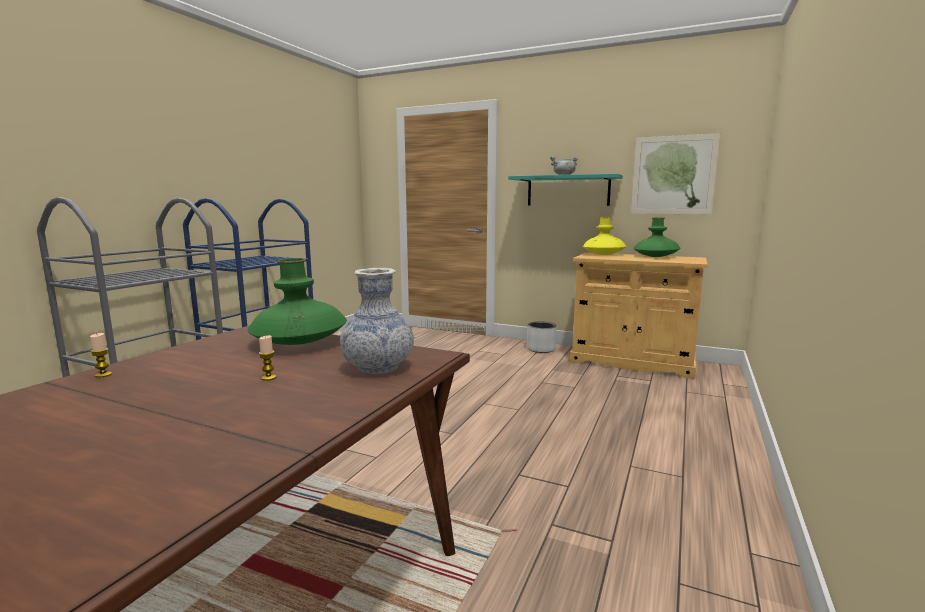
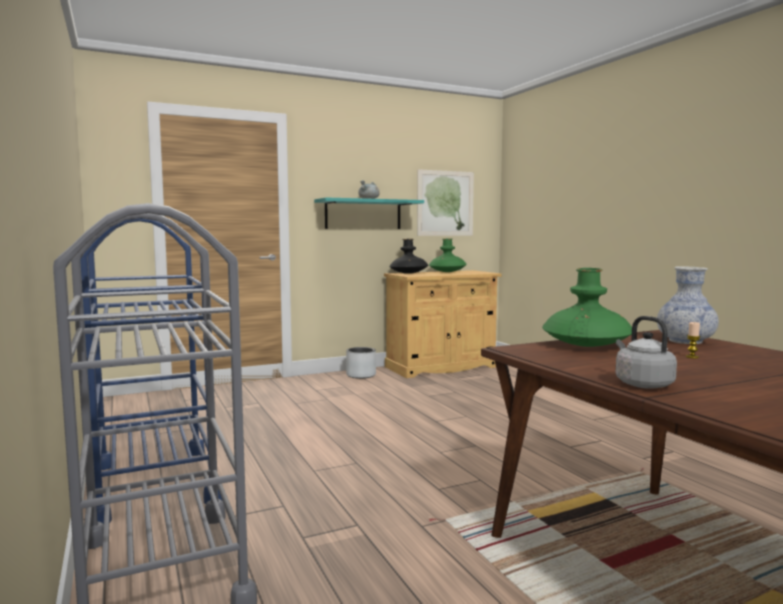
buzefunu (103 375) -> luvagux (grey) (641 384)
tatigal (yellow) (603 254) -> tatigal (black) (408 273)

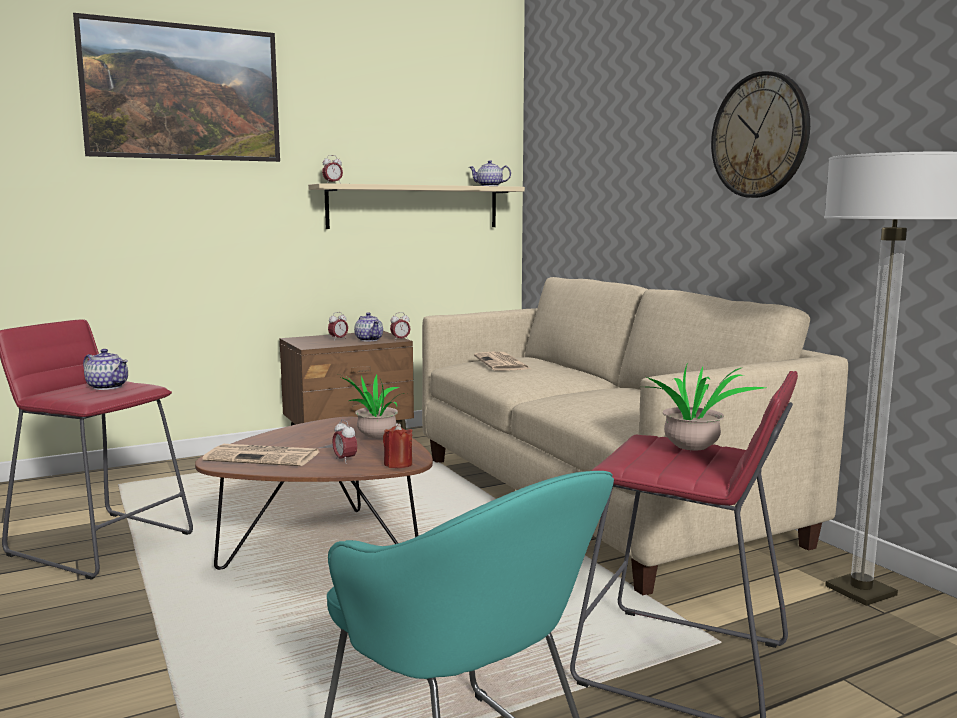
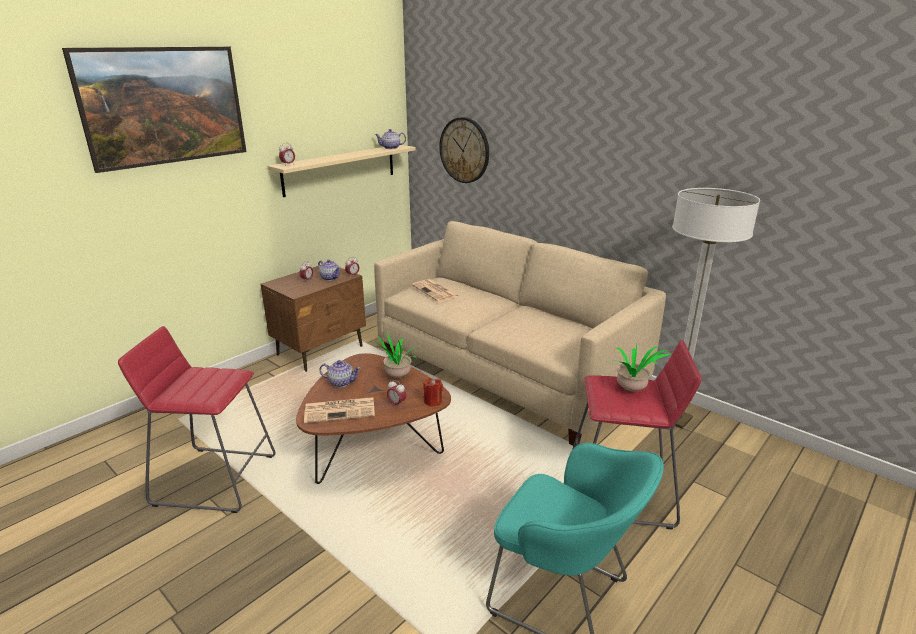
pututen (107 387) -> pututen (341 382), shifted
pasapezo (760 135) -> pasapezo (464 150), shifted

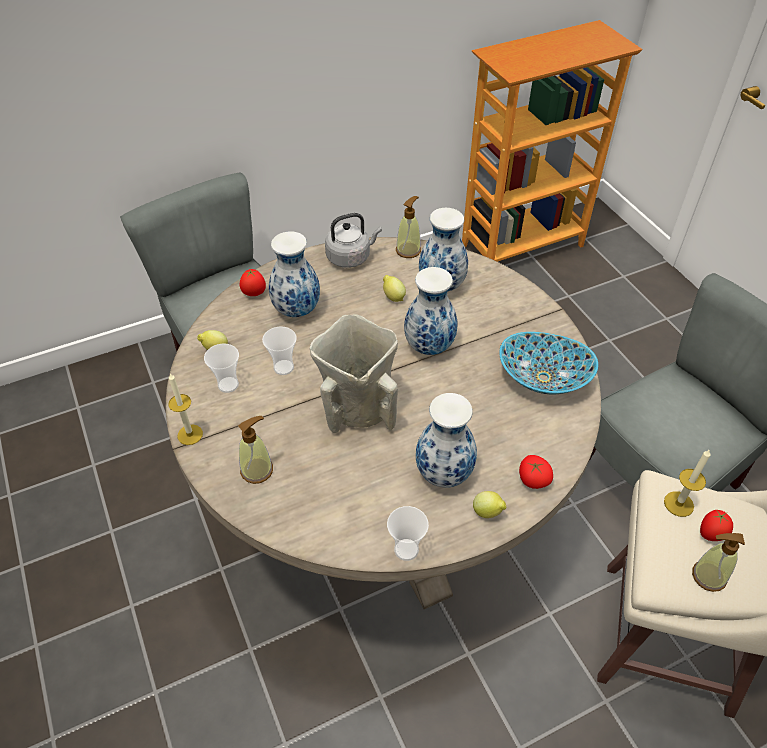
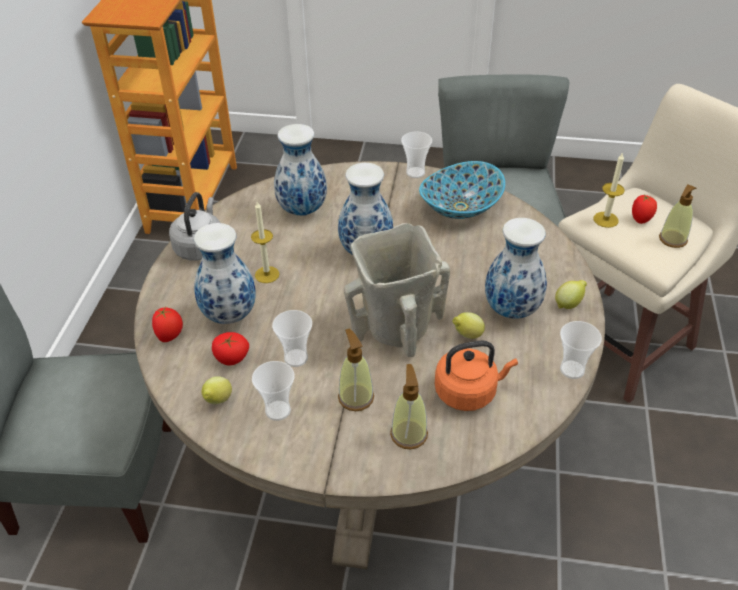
none -> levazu (415 172)
none -> luvagux (orange) (468 392)
buzefunu (190 434) -> buzefunu (267 274), shifted
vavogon (393 297) -> vavogon (467 335), shifted
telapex (408 250) -> telapex (356 397), shifted
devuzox (532 480) -> devuzox (231 358), shifted

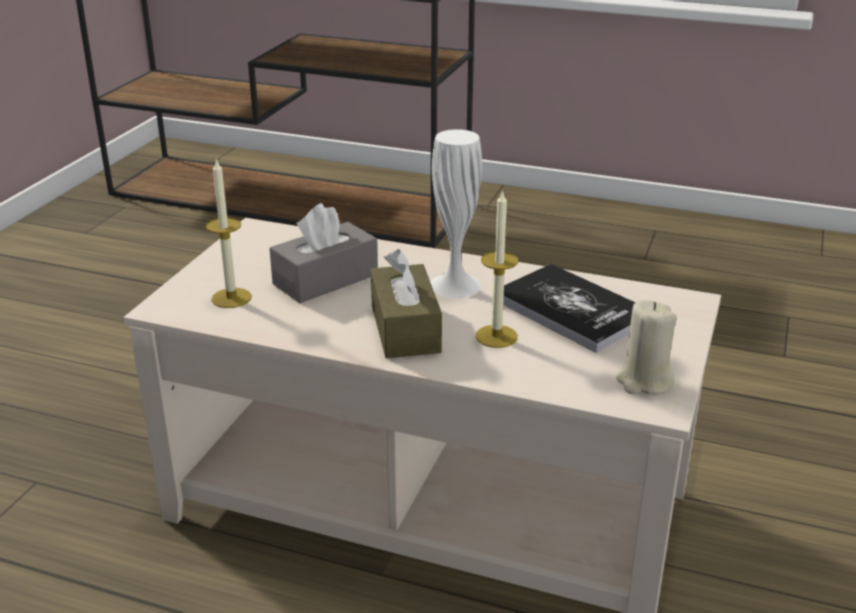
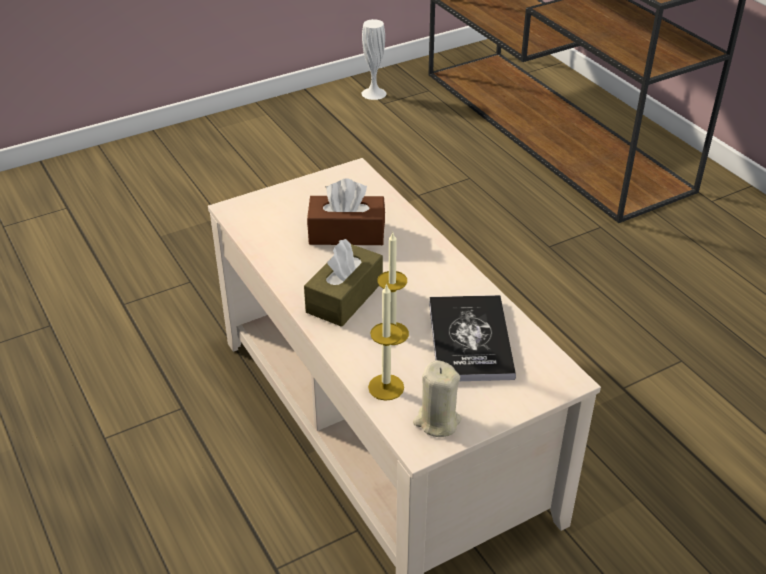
buzefunu (231 298) -> buzefunu (386 387), shifted
tatigal (white) (455 285) -> tatigal (white) (374 93), shifted
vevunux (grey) (325 279) -> vevunux (brown) (346 233)

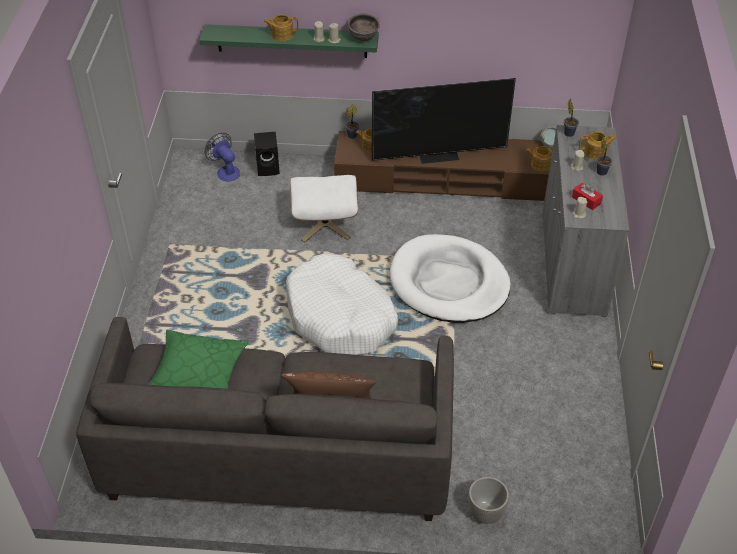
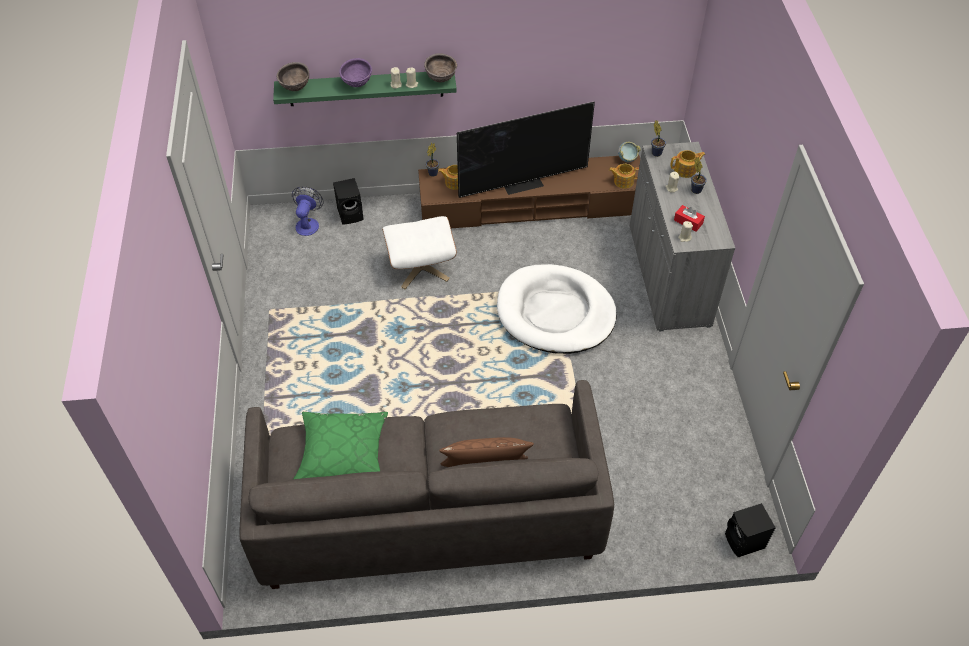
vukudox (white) (340 316) -> none
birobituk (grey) (485 513) -> none
none -> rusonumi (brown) (295 88)
none -> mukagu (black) (745 542)
pututen (282 35) -> rusonumi (purple) (357 84)
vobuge (225 171) -> vobuge (308 223), 60 degrees clockwise

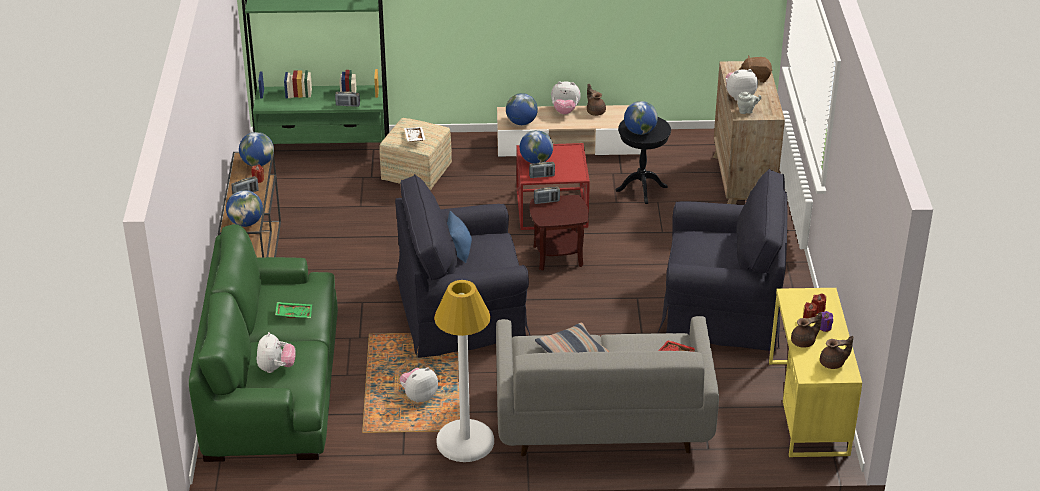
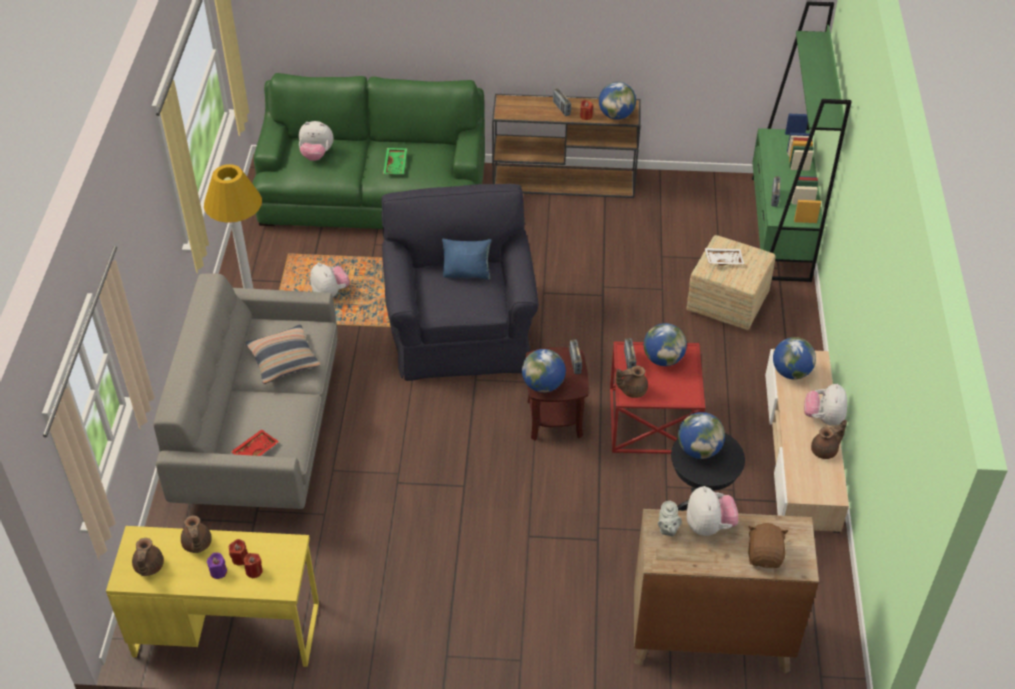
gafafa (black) (721 307) -> none
none -> pututen (brown) (632 390)
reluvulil (246 223) -> reluvulil (543 385), shifted

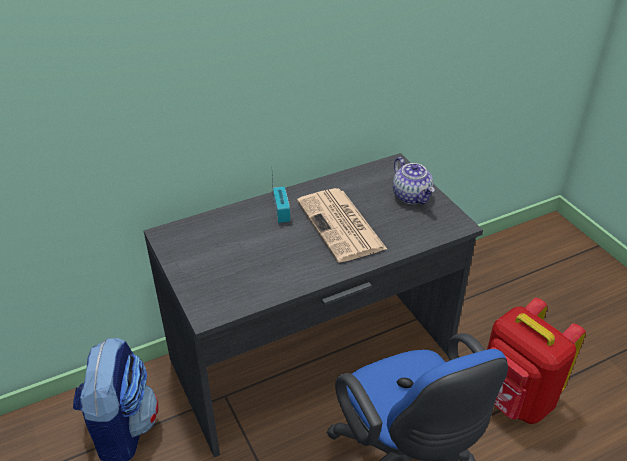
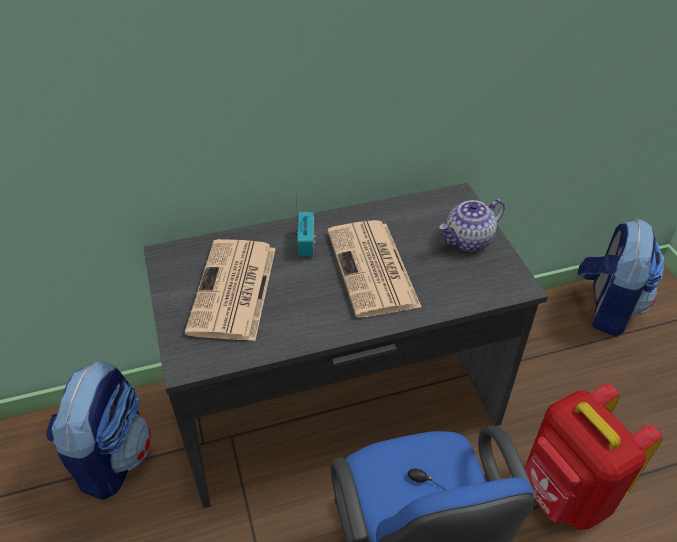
none -> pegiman (234 291)
none -> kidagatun (606 307)
pututen (412 196) -> pututen (468 241), 75 degrees clockwise

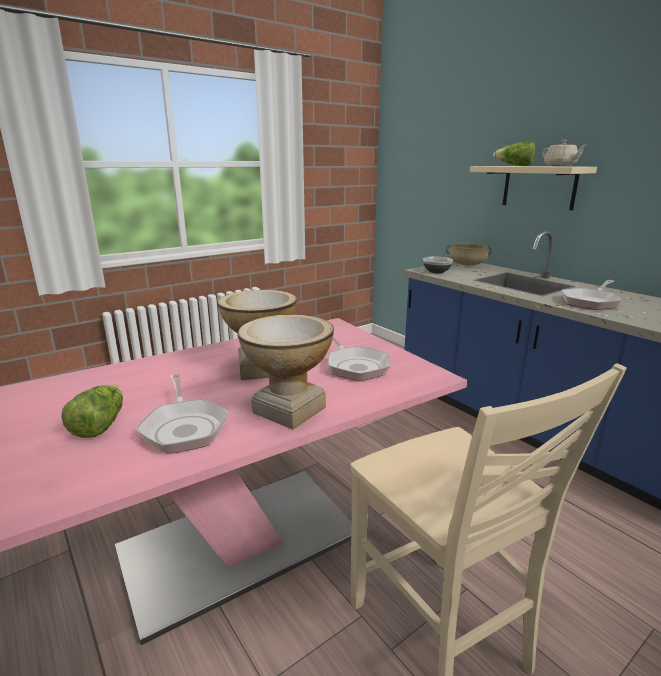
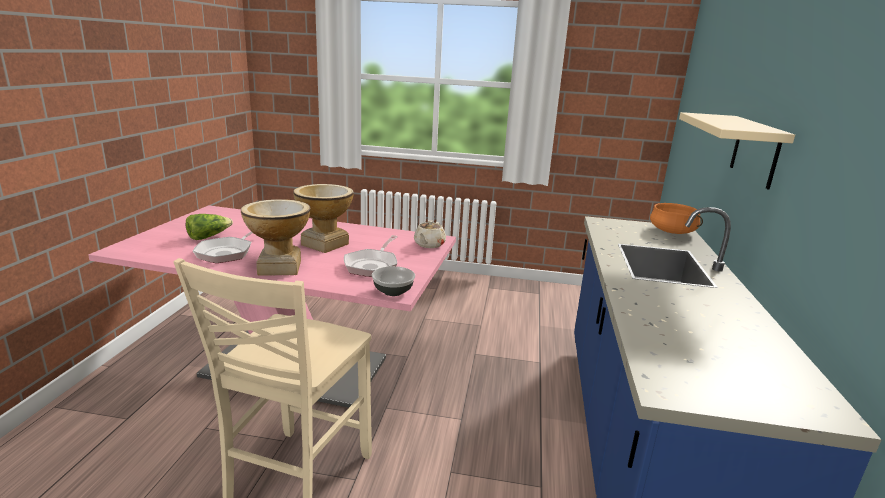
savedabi (514 165) -> none
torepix (590 302) -> none
rusonumi (437 272) -> rusonumi (393 292), shifted
pututen (beige) (560 166) -> pututen (beige) (429 245), shifted
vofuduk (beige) (467 264) -> vofuduk (orange) (672 231)

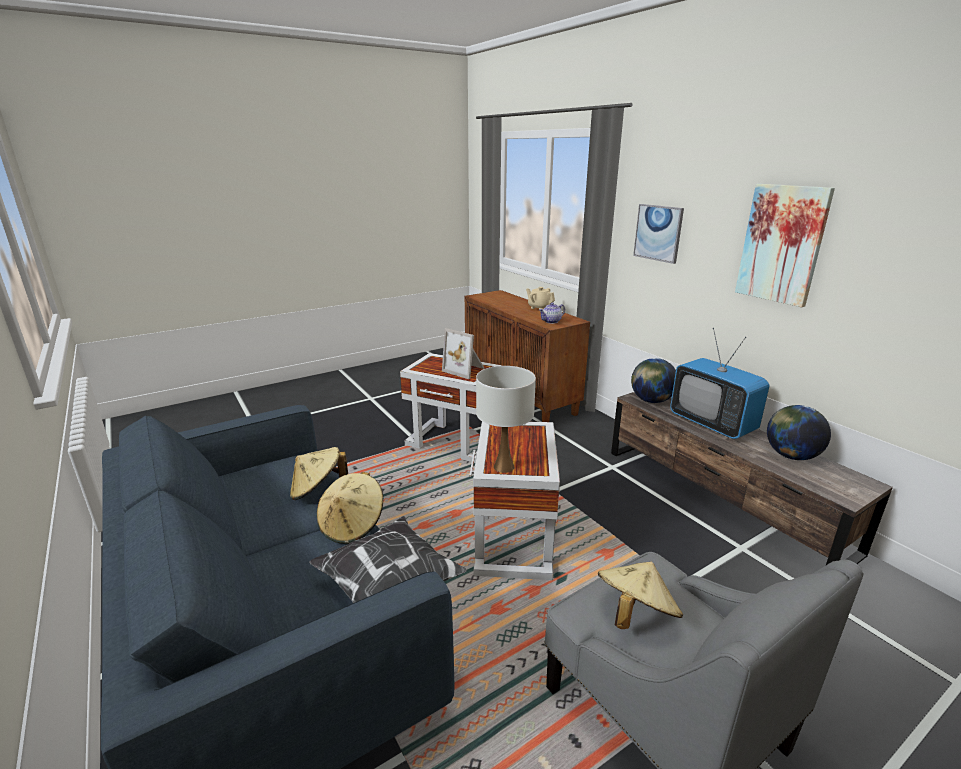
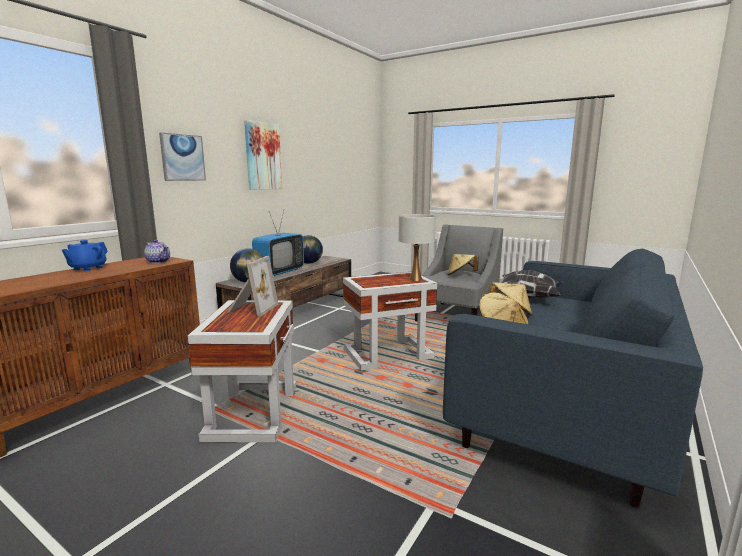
pututen (beige) (539 307) -> pututen (blue) (87 268)

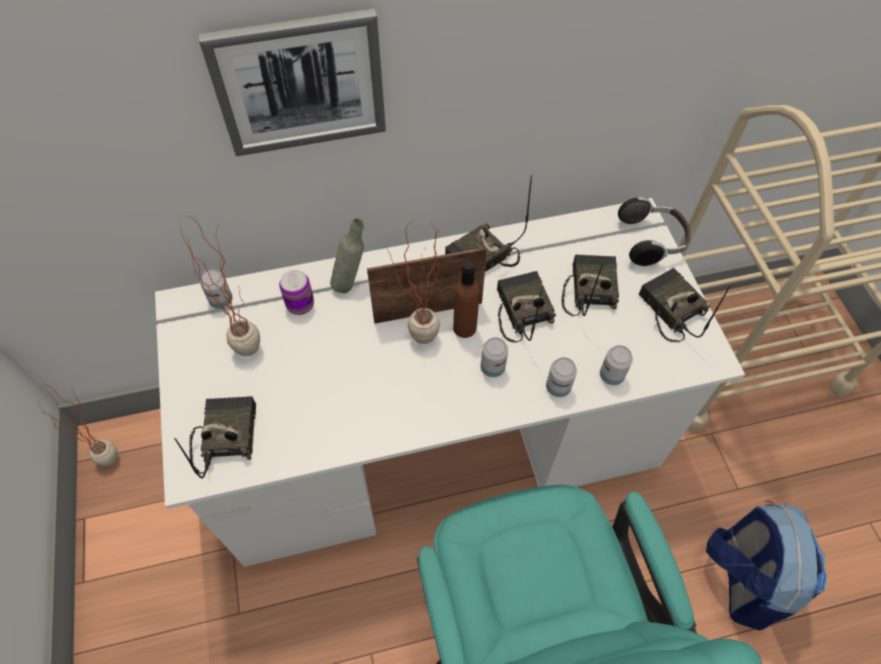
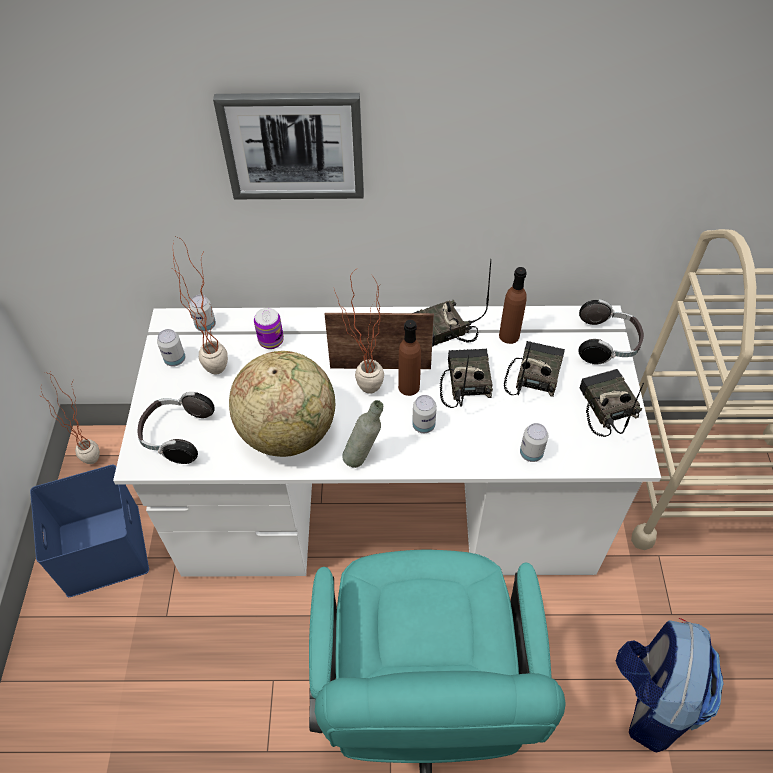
none -> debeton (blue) (101 548)
none -> reluvulil (288 432)
none -> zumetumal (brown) (509 335)
zumetumal (grey) (351 282) -> zumetumal (grey) (363 457), shifted
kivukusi (558 387) -> kivukusi (175 360), shifted
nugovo (225 436) -> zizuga (177 435)

